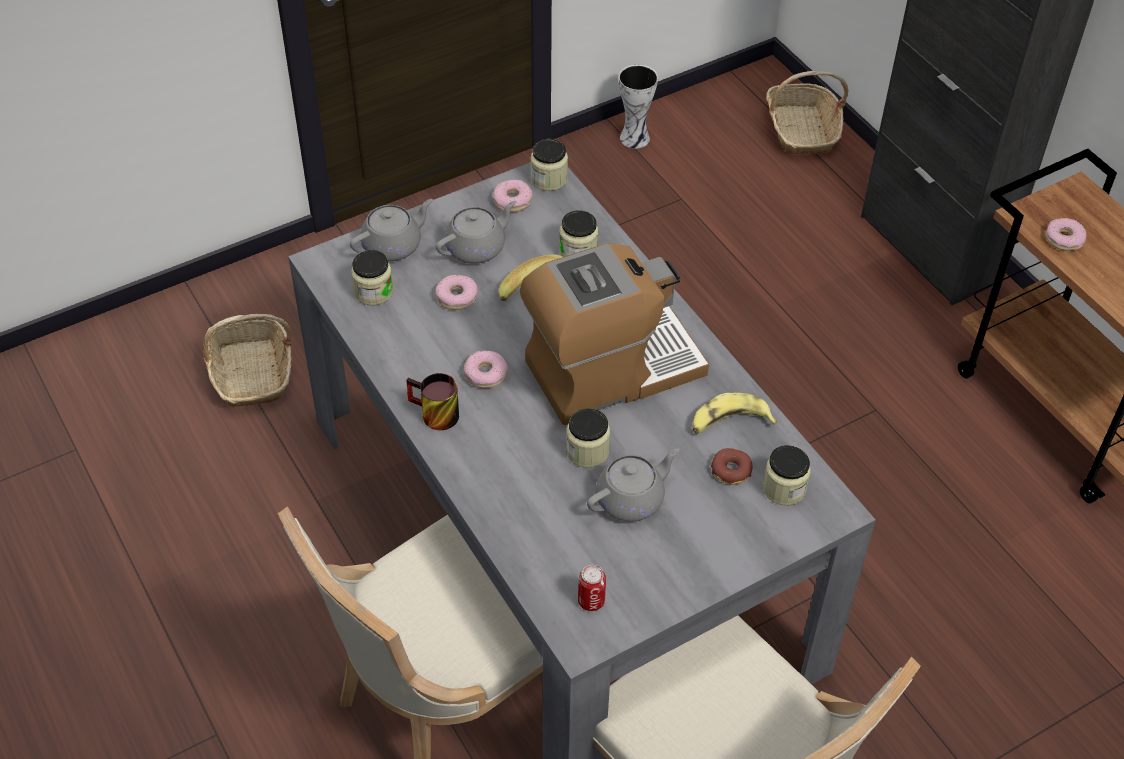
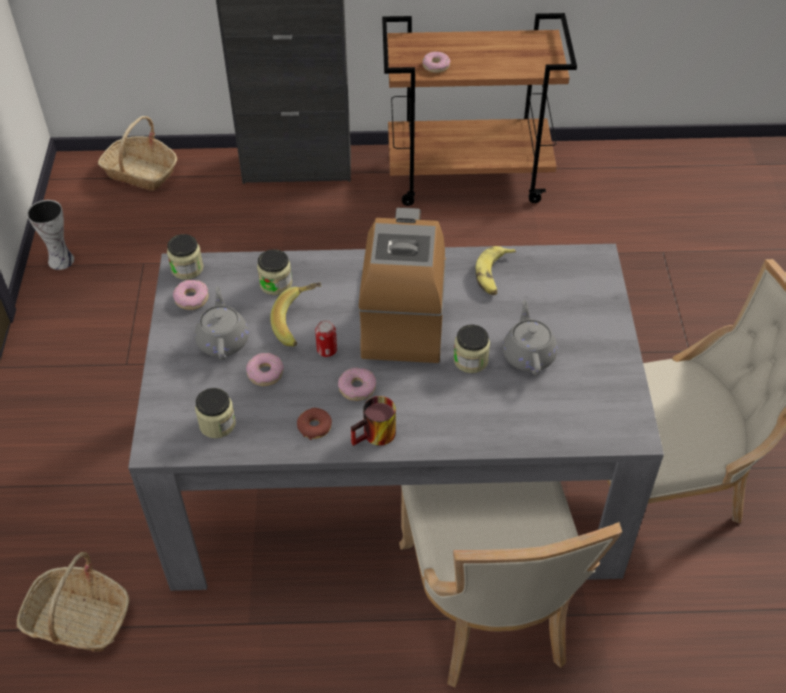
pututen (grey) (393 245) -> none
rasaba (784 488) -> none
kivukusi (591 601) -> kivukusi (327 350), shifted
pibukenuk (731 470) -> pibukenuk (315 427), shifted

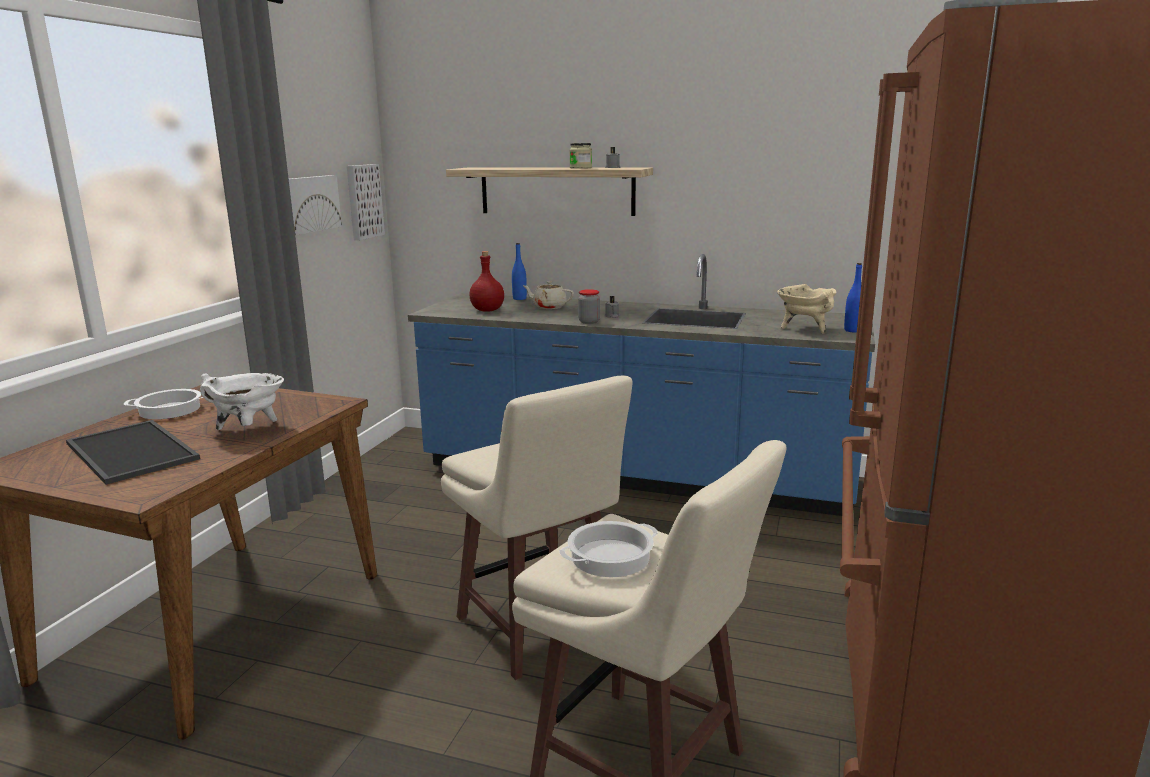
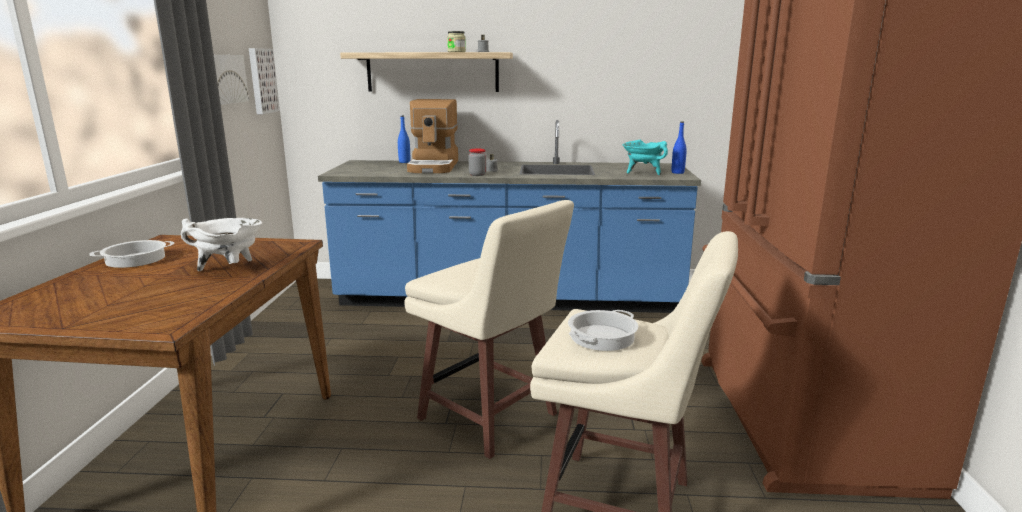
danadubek (128 451) -> none
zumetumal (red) (488 310) -> none
pututen (beige) (548 307) -> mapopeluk (434 166)
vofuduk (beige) (804 328) -> vofuduk (turquoise) (643 173)

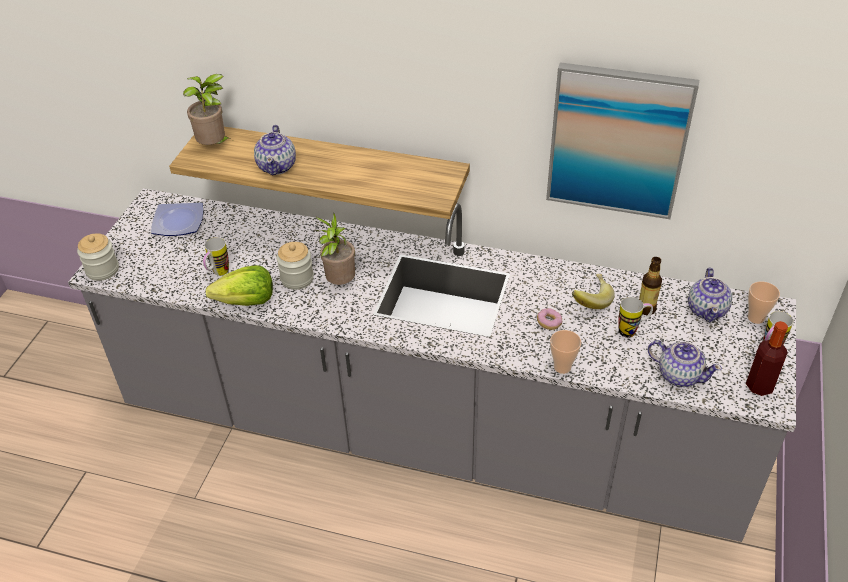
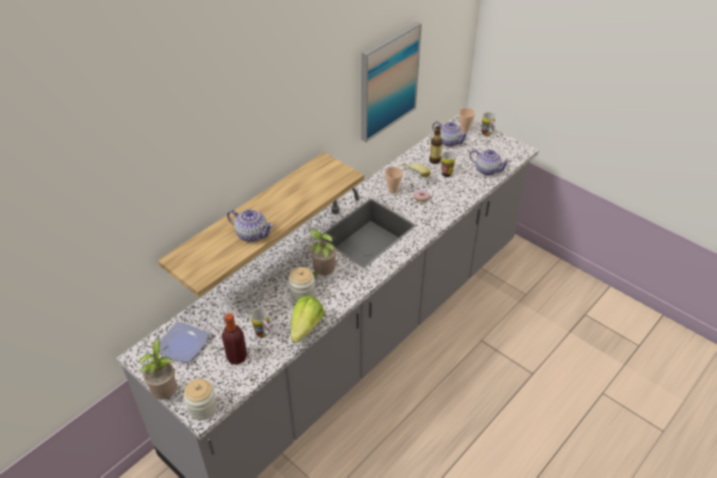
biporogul (215 146) -> biporogul (166 393), shifted
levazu (562 367) -> levazu (393 190), shifted
zumetumal (759 386) -> zumetumal (237 357), shifted
pututen (679 375) -> pututen (487 170), 60 degrees clockwise

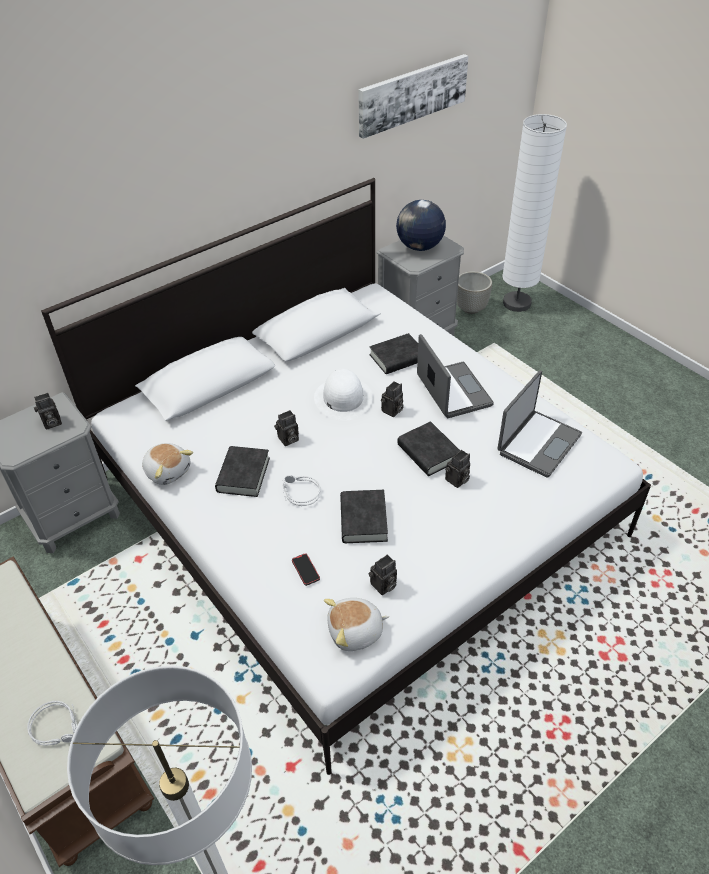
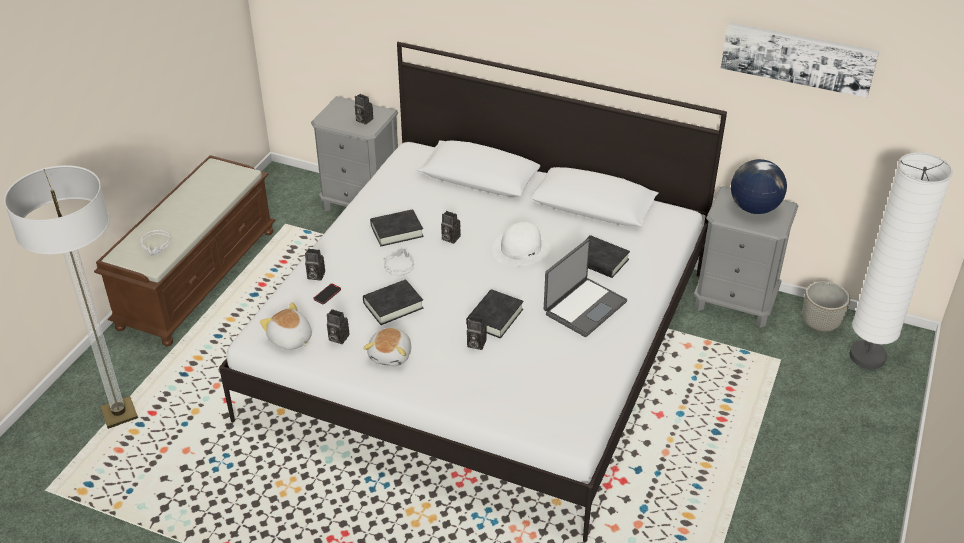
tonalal (537 443) -> none
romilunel (168 470) -> romilunel (391 355), shifted
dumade (392 411) -> dumade (314 276), shifted

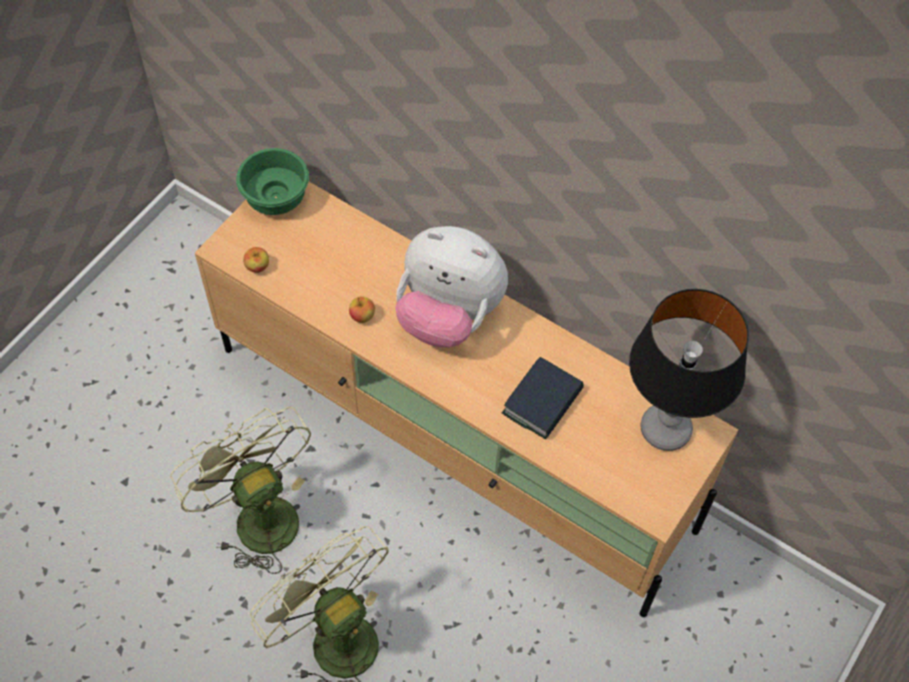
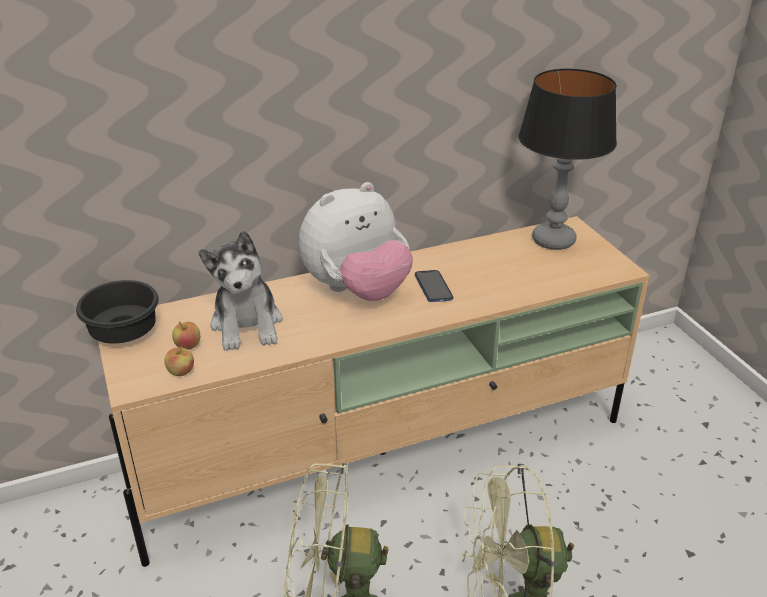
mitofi (542 402) -> none
none -> romilunel (247 324)
none -> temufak (433 287)
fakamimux (362 316) -> fakamimux (188 346), shifted
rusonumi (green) (278 196) -> rusonumi (black) (125 331)

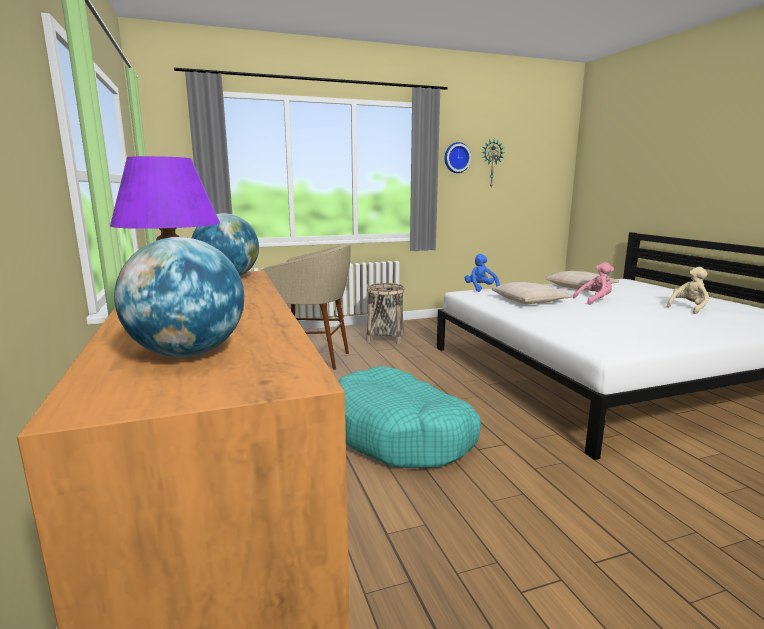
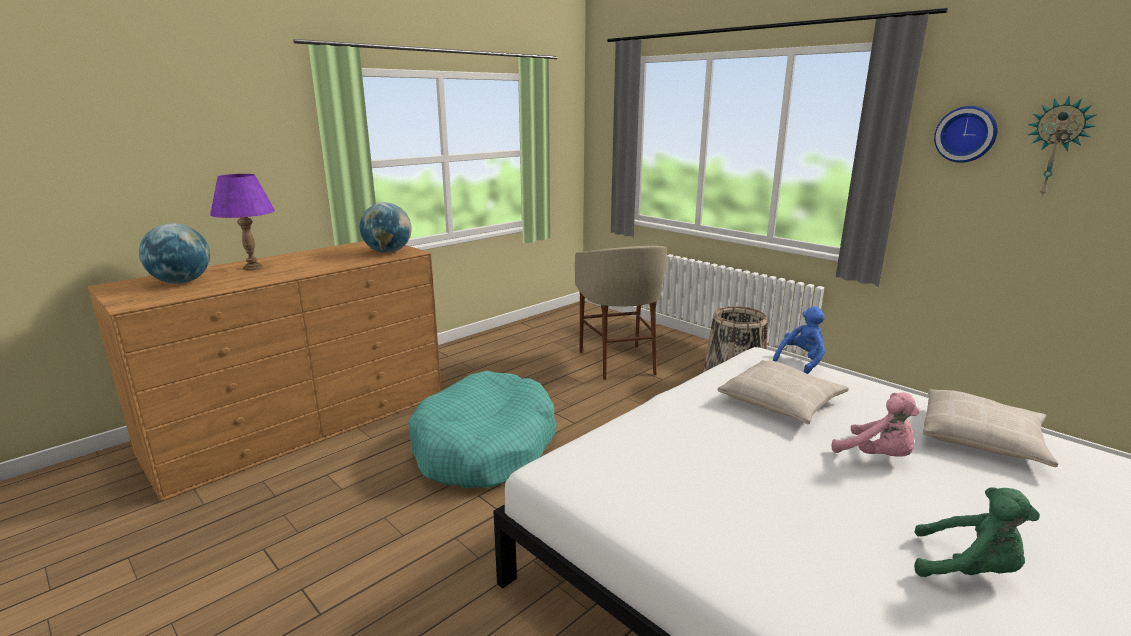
romilunel (beige) (688 308) -> romilunel (green) (968 569)

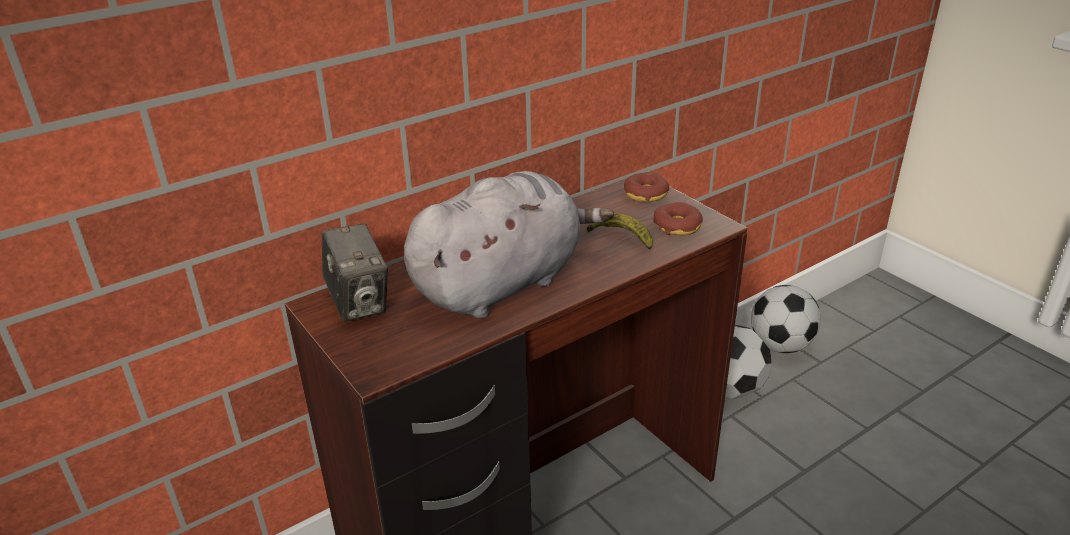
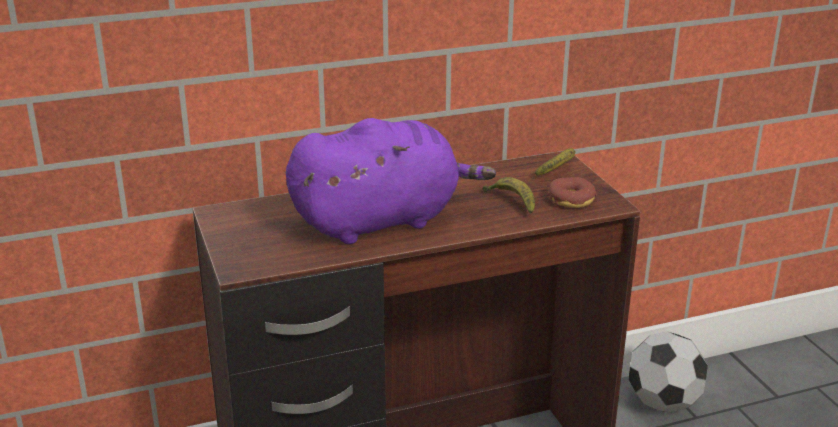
dumade (359 303) -> none
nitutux (780 345) -> none
pibukenuk (646 194) -> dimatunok (558 169)
romilunel (grey) (502 283) -> romilunel (purple) (382 221)

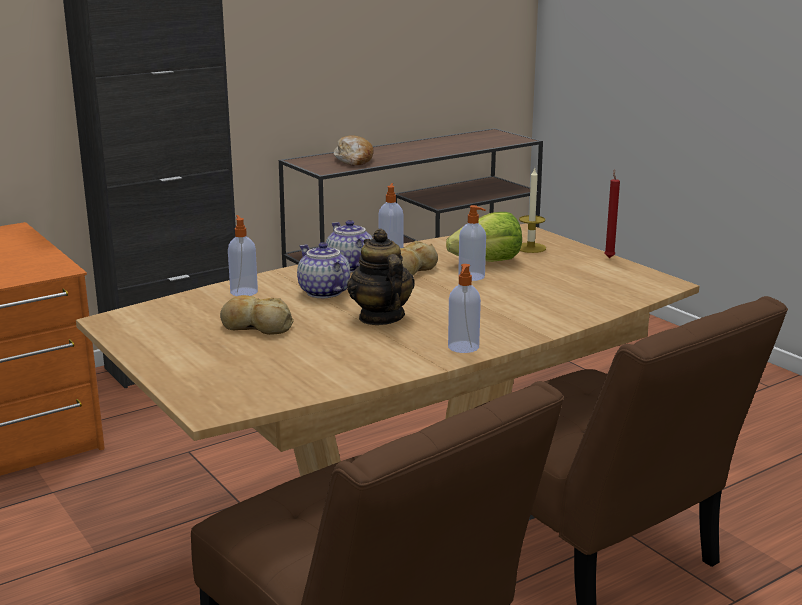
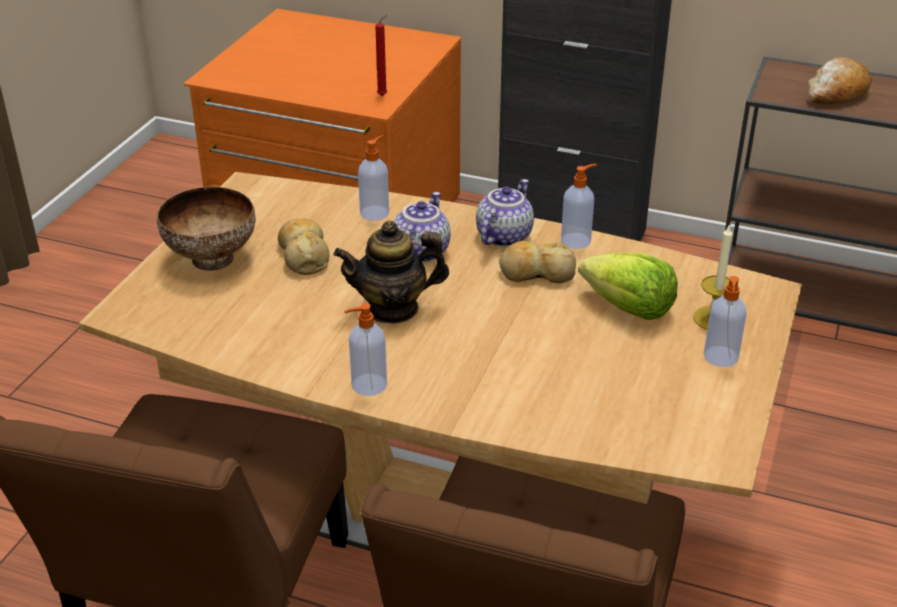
none -> rusonumi (211 259)
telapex (472 277) -> telapex (720 358), shifted
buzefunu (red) (609 257) -> buzefunu (red) (383 95), shifted
pututen (381 317) -> pututen (393 308), 135 degrees counterclockwise

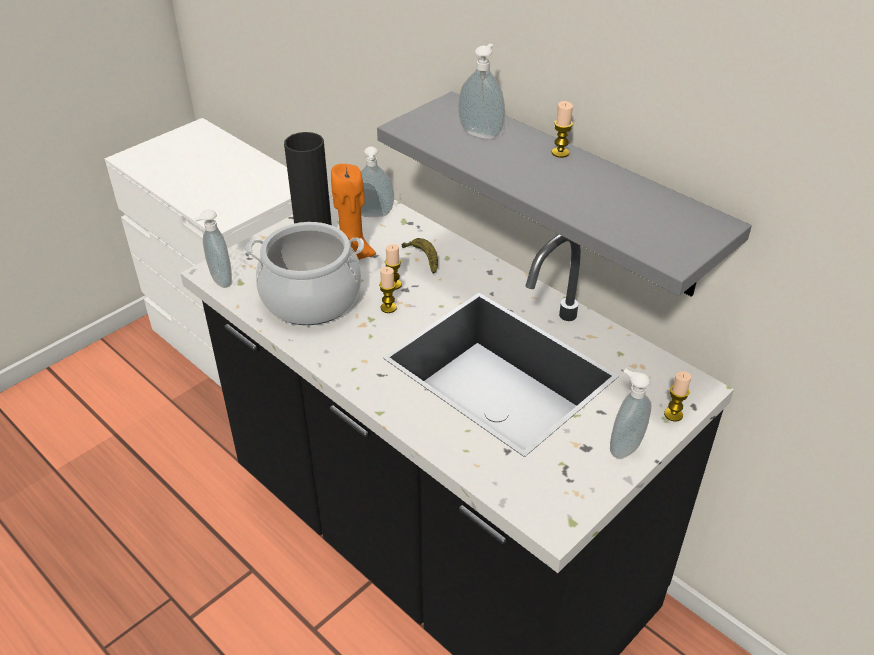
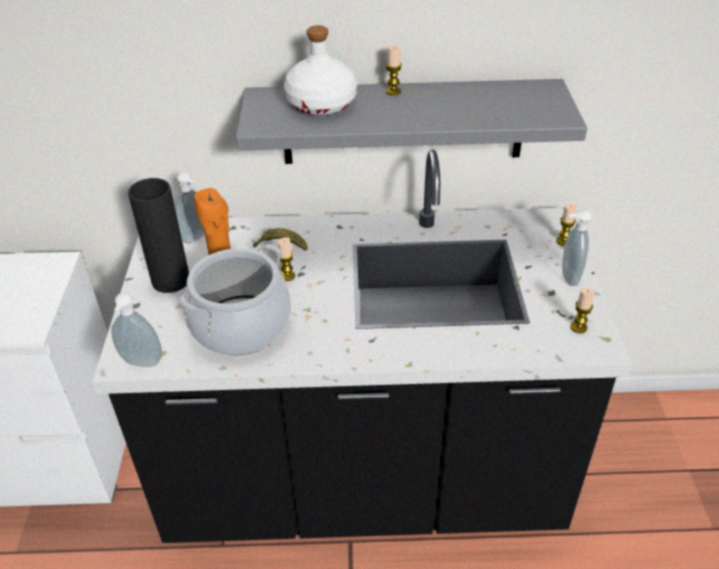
buzefunu (388 308) -> buzefunu (578 327), shifted
telapex (481 133) -> zumetumal (white) (321 104)

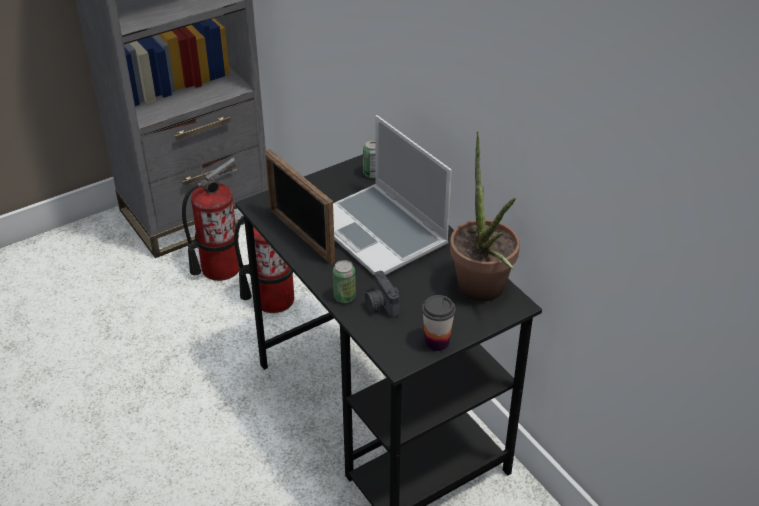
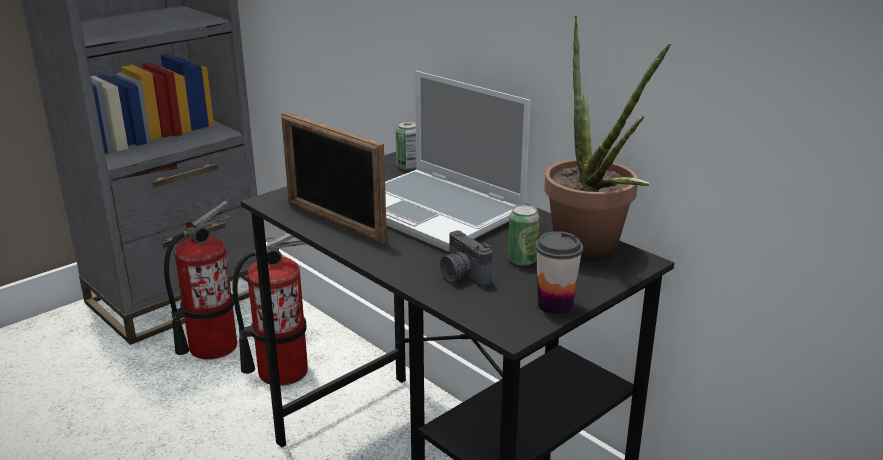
kivukusi (344 297) -> kivukusi (522 260), shifted

